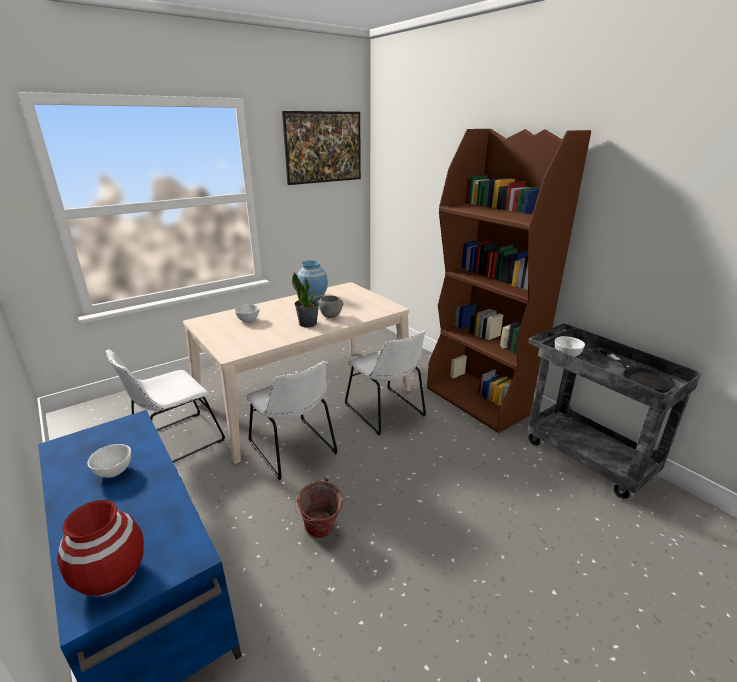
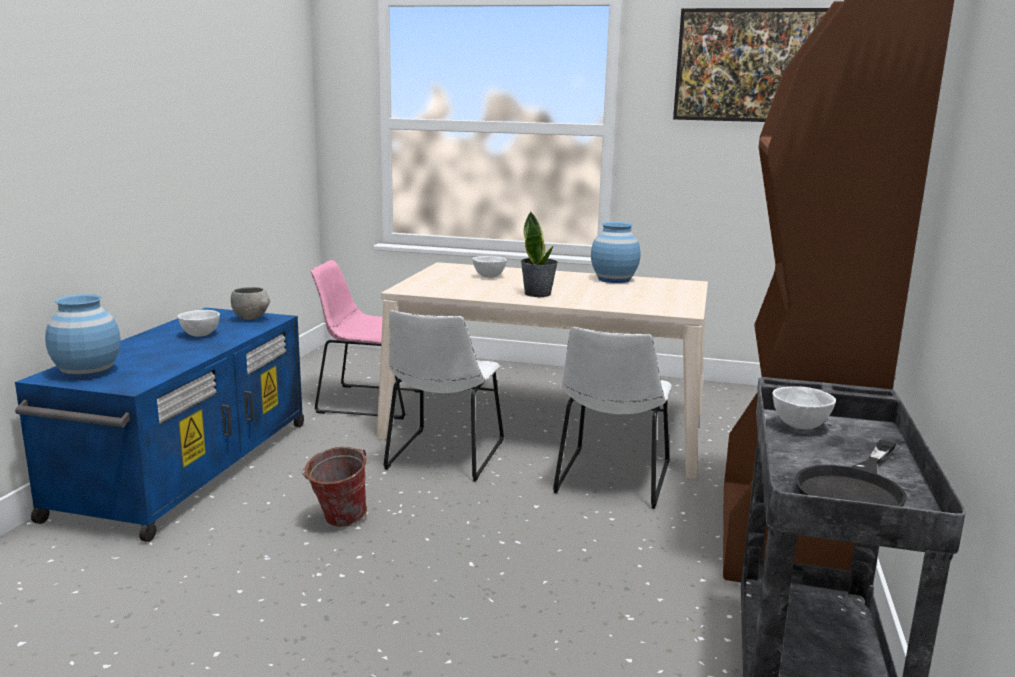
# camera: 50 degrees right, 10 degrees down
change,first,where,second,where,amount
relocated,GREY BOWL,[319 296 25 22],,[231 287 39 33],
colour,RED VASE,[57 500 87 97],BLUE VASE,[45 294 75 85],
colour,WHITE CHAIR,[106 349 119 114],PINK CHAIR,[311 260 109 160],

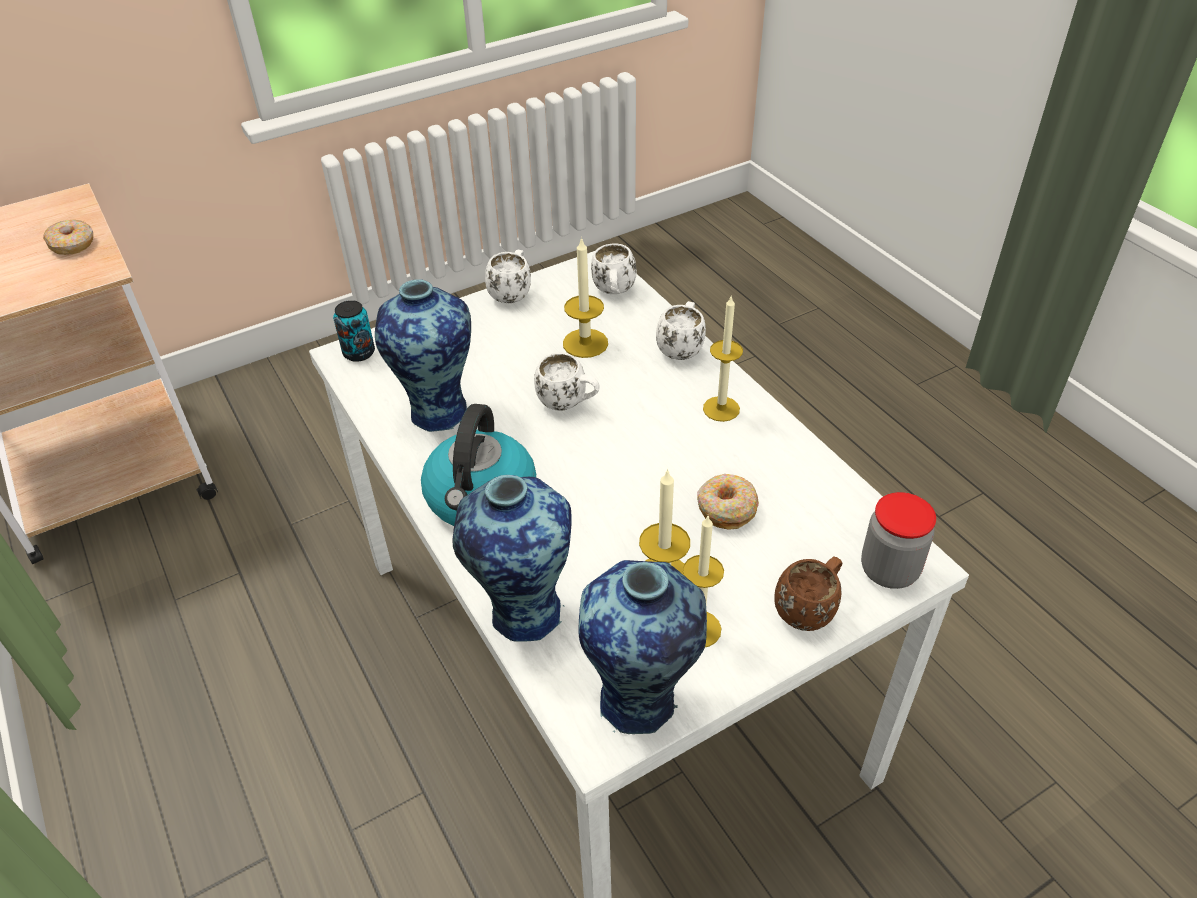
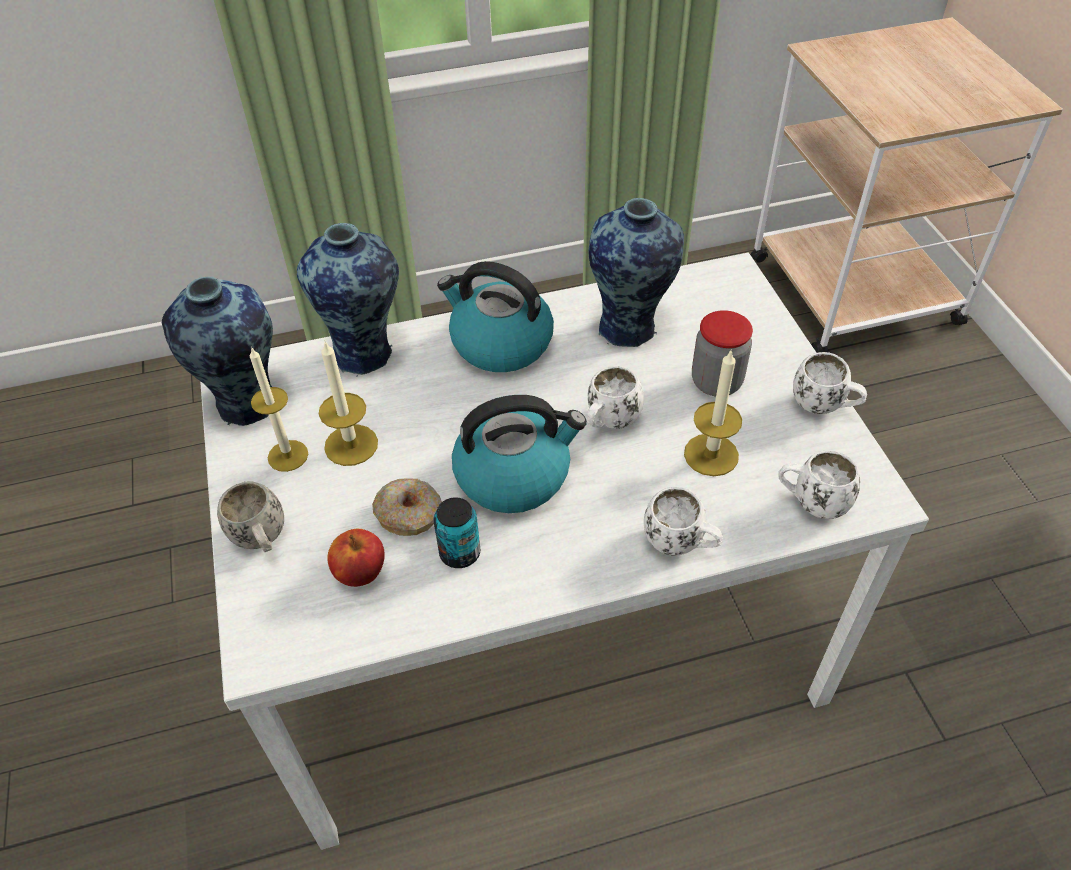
# camera: 105 degrees right, 5 degrees up
change,first,where,second,where,amount
missing,DONUT,[43 220 50 35],,,
missing,CANDLE,[703 295 40 127],,,
appeared,,,APPLE,[327 529 58 58],
appeared,,,KETTLE,[452 395 135 118],
relocated,CAN,[333 300 42 62],,[434 497 46 71],
relocated,JAR,[861 492 75 97],,[692 310 61 86],
colour,BROWN MUG,[774 556 68 75],WHITE MUG,[217 481 67 71],

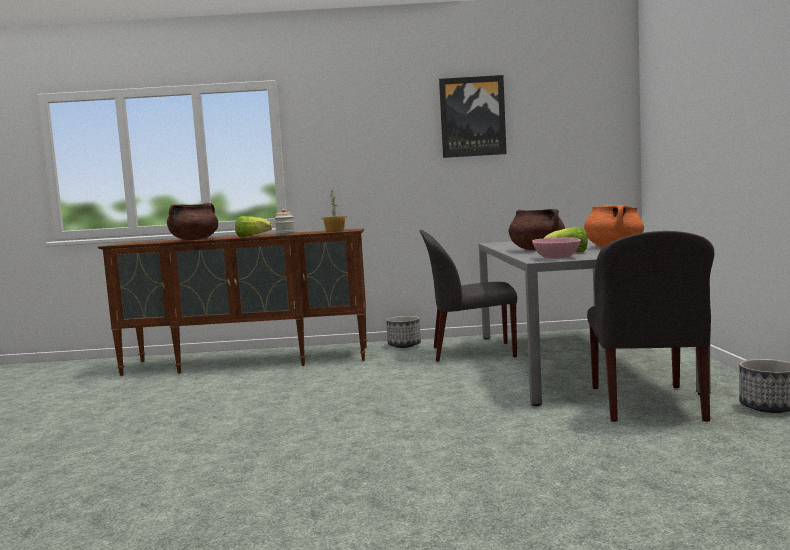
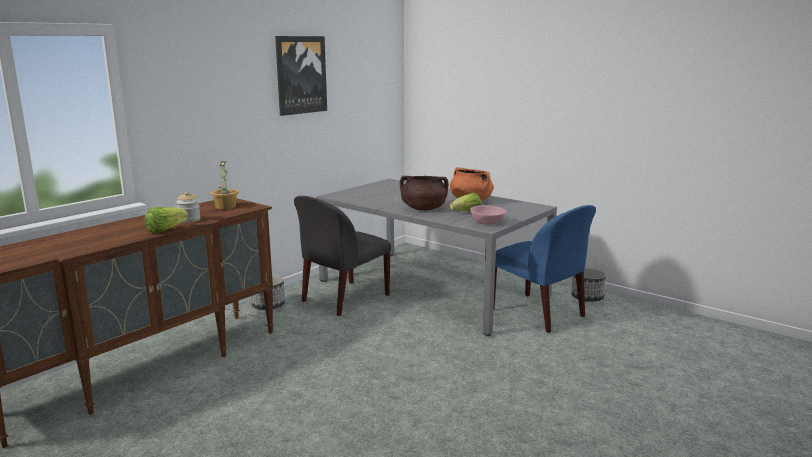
# camera: 50 degrees left, 10 degrees up
change,first,where,second,where,amount
missing,BROWN COOKING POT,[167 203 51 37],,,
colour,GREY CHAIR,[587 231 127 191],BLUE CHAIR,[494 205 102 128],

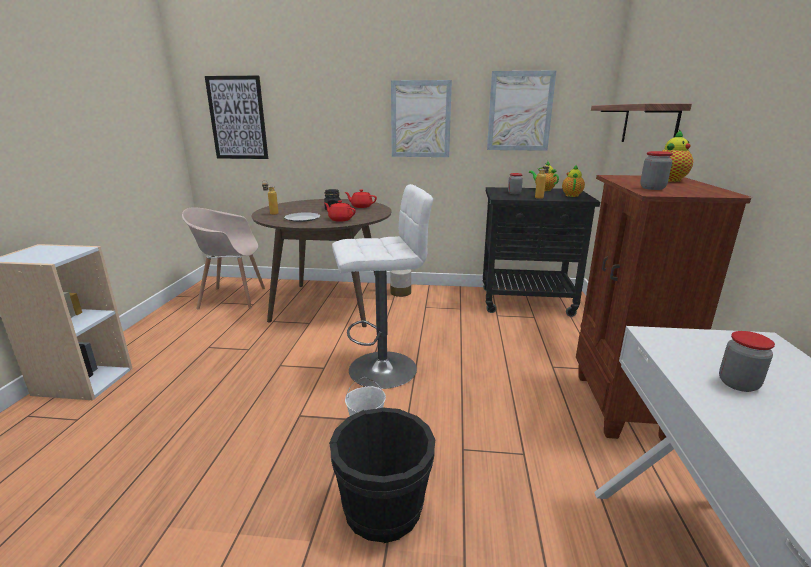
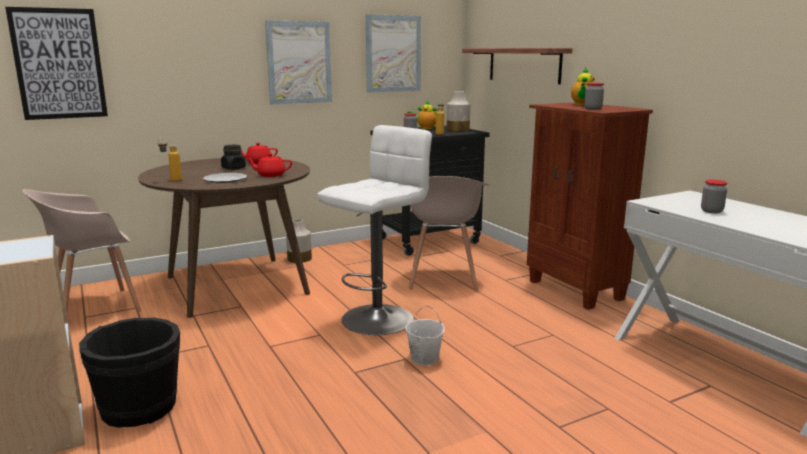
# camera: 35 degrees left, 5 degrees down
change,first,where,second,where,amount
appeared,,,BEIGE CHAIR,[409 176 80 115],
relocated,BLACK BUCKET,[329 407 106 136],,[79 318 101 110],
exchanged,TEAPOT,[562 164 23 33],BEIGE VASE,[447 91 23 41],

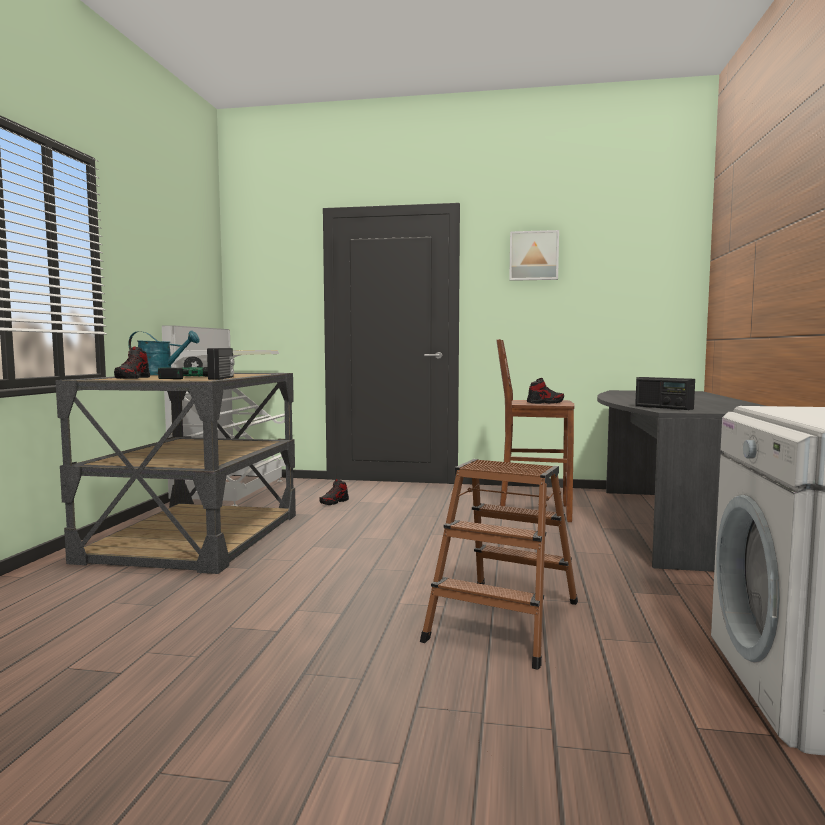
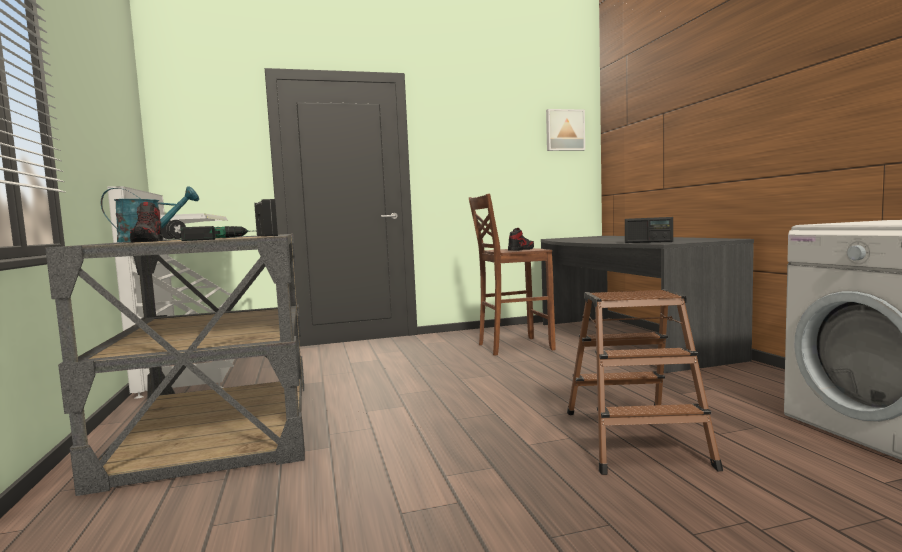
# camera: 25 degrees left, 0 degrees up
change,first,where,second,where,amount
missing,SHOE,[319 479 30 26],,,
relocated,PICTURE,[509 230 50 51],,[546 109 39 42],

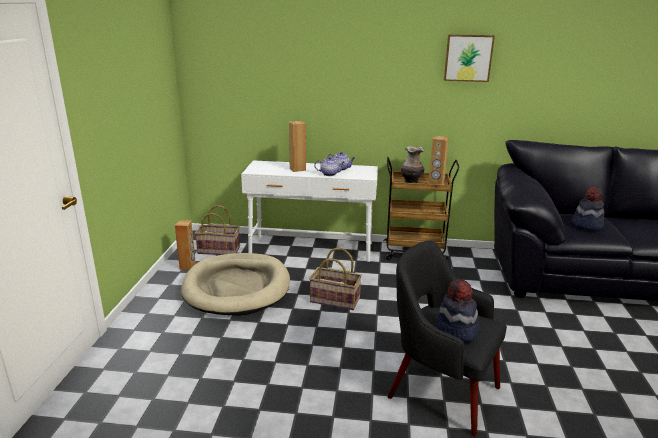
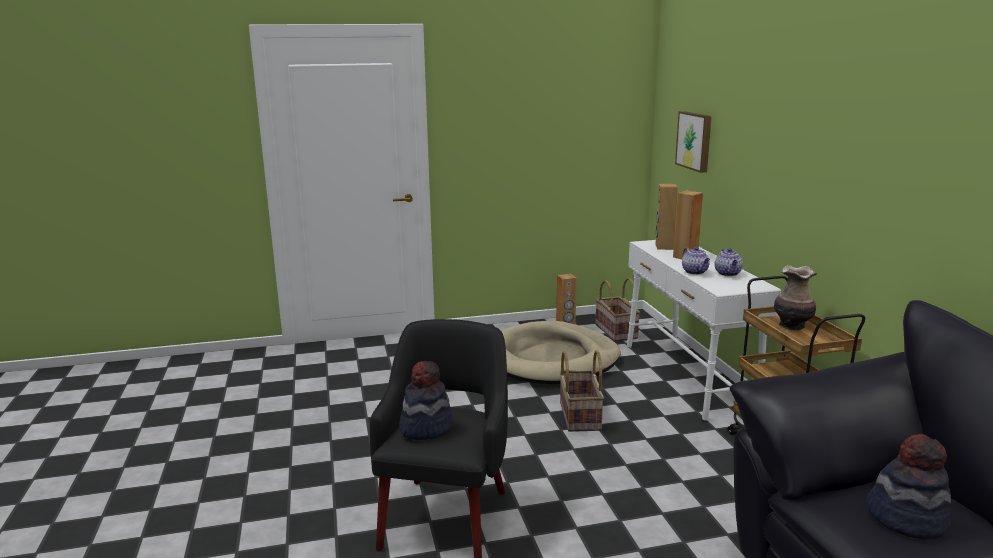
# camera: 70 degrees right, 5 degrees down
change,first,where,second,where,amount
relocated,BROWN SPEAKER,[428 136 21 49],,[655 184 23 66],
relocated,PICTURE,[444 34 51 48],,[675 111 37 62],

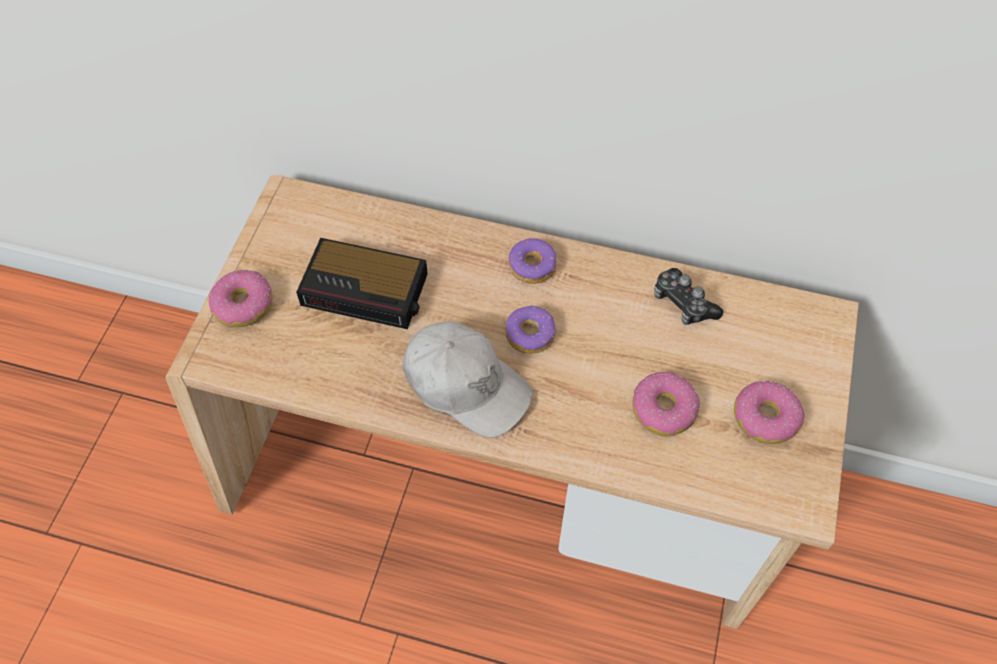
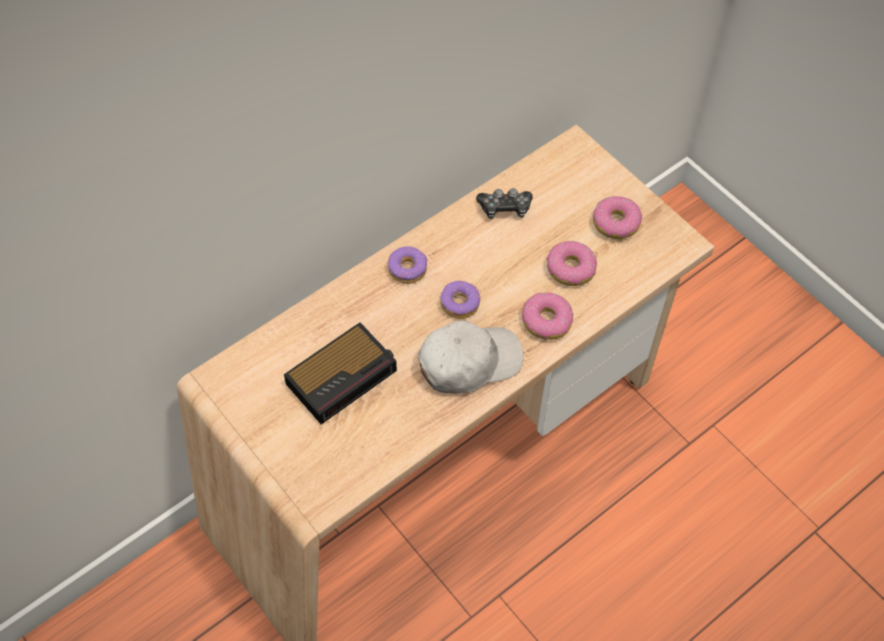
# camera: 55 degrees left, 0 degrees up
change,first,where,second,where,amount
relocated,DONUT,[209 270 64 57],,[522 292 52 48],

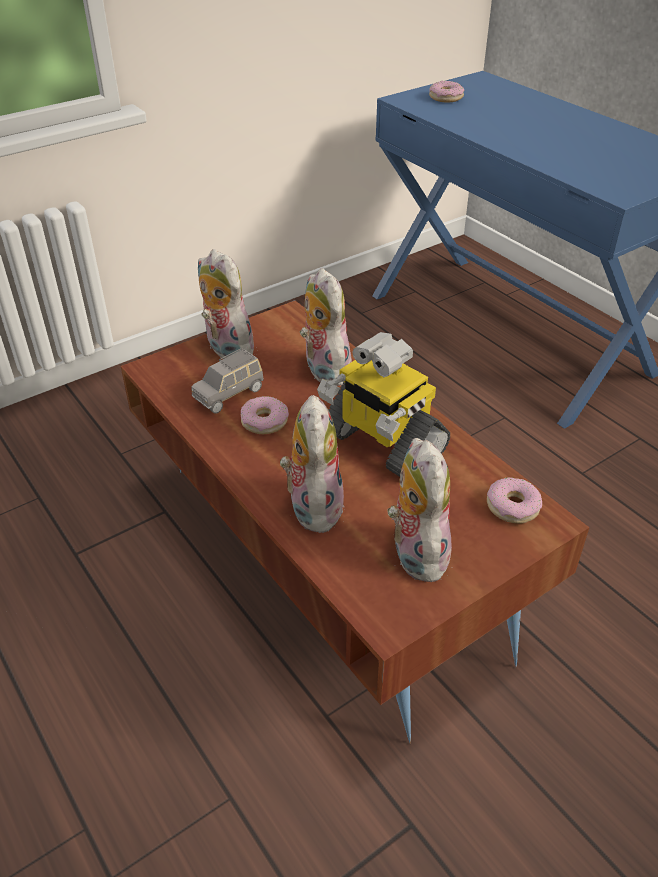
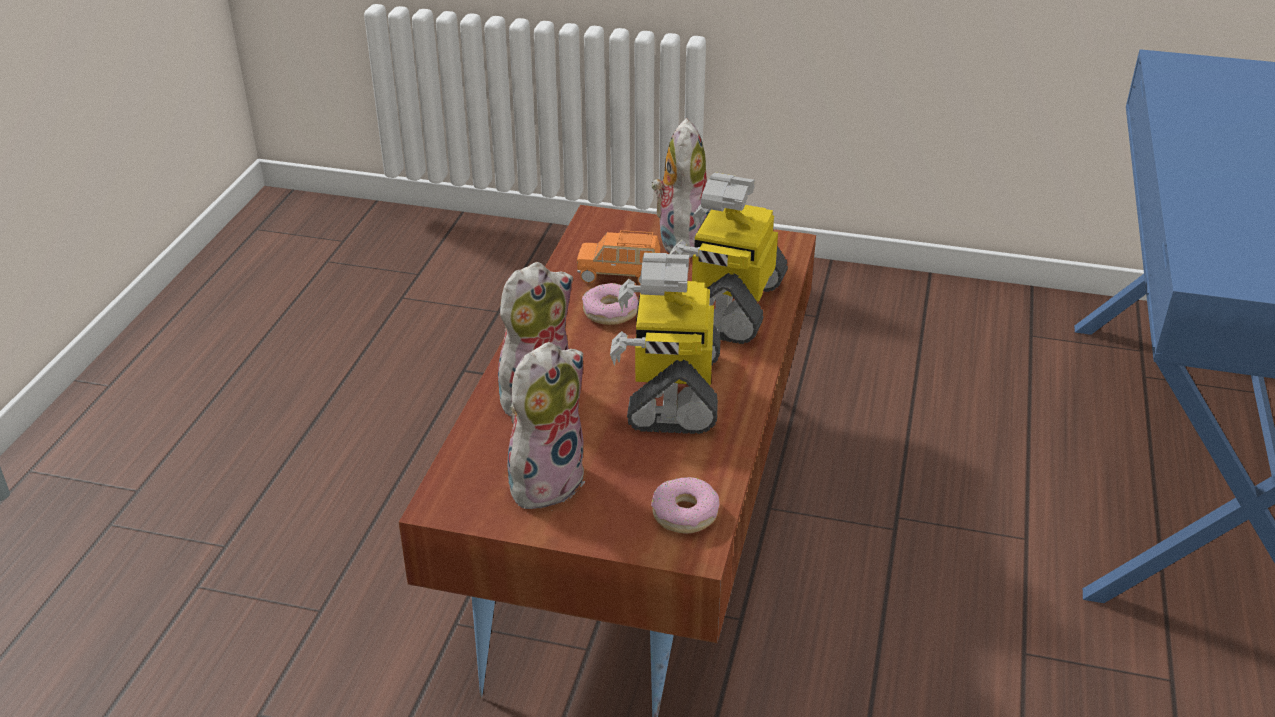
# camera: 50 degrees right, 5 degrees down
change,first,where,second,where,amount
missing,DONUT,[429 81 36 22],,,
exchanged,PLUSH TOY,[300 268 52 118],TOY ROBOT,[669 173 119 171],
colour,GREY TOY CAR,[192 348 72 66],ORANGE TOY CAR,[577 230 83 55],

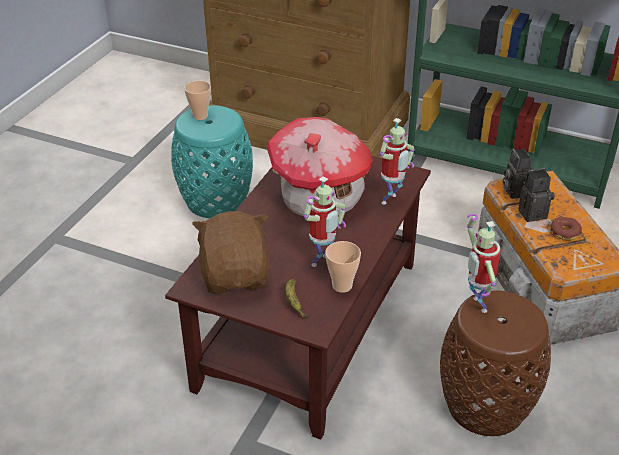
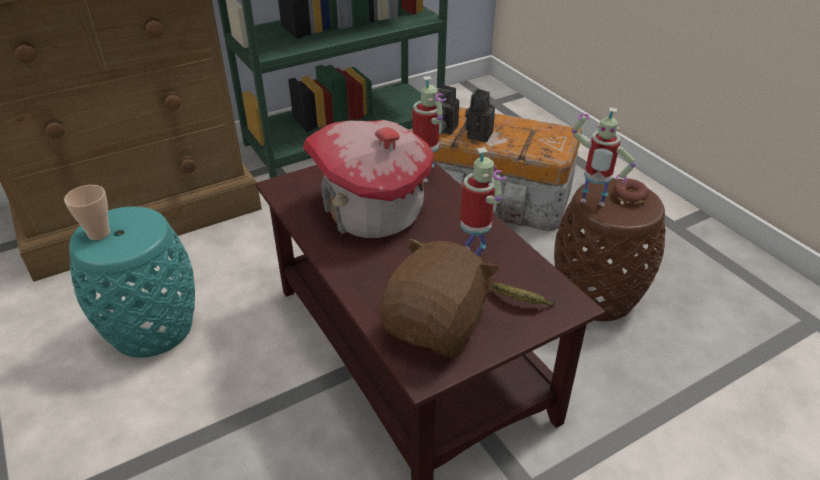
# camera: 55 degrees left, 0 degrees up
change,first,where,second,where,amount
missing,CUP,[325 241 36 52],,,
relocated,DONUT,[551 217 31 23],,[614 179 35 26],
spun,BROWN PLUSH TOY,[192 211 78 83],,[380 238 120 119],90 degrees clockwise

